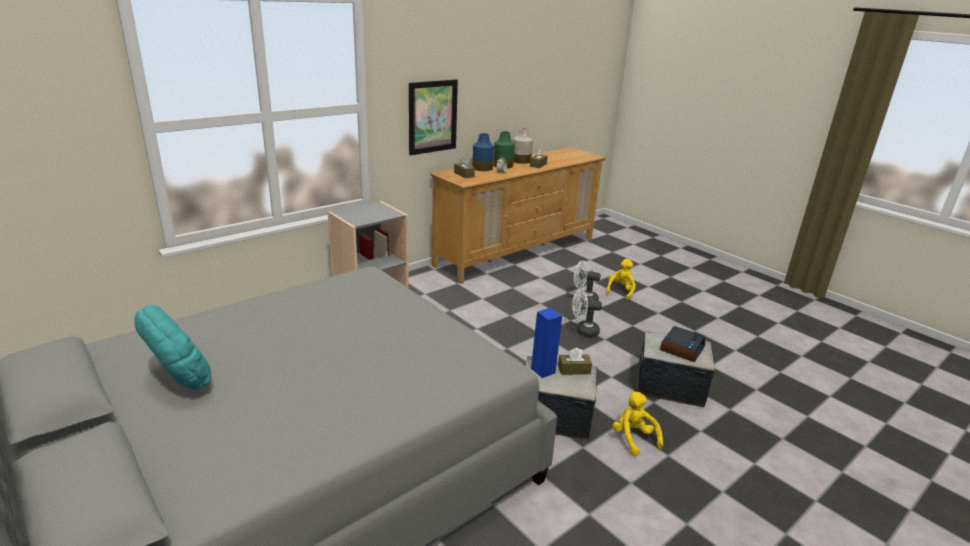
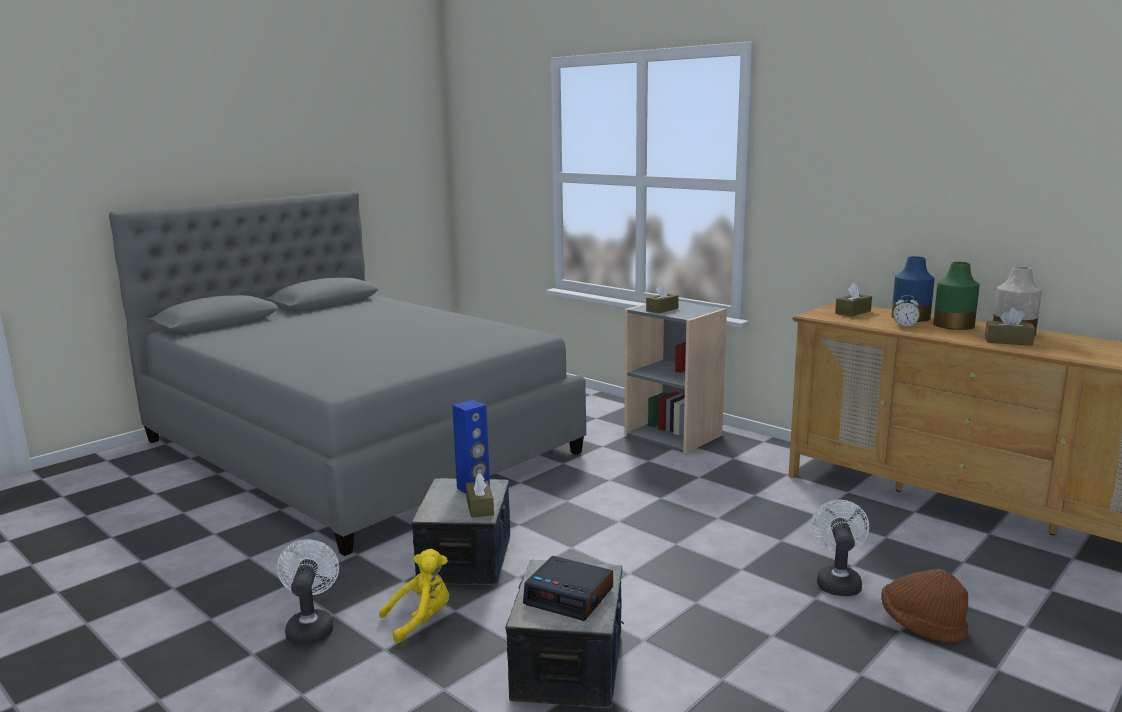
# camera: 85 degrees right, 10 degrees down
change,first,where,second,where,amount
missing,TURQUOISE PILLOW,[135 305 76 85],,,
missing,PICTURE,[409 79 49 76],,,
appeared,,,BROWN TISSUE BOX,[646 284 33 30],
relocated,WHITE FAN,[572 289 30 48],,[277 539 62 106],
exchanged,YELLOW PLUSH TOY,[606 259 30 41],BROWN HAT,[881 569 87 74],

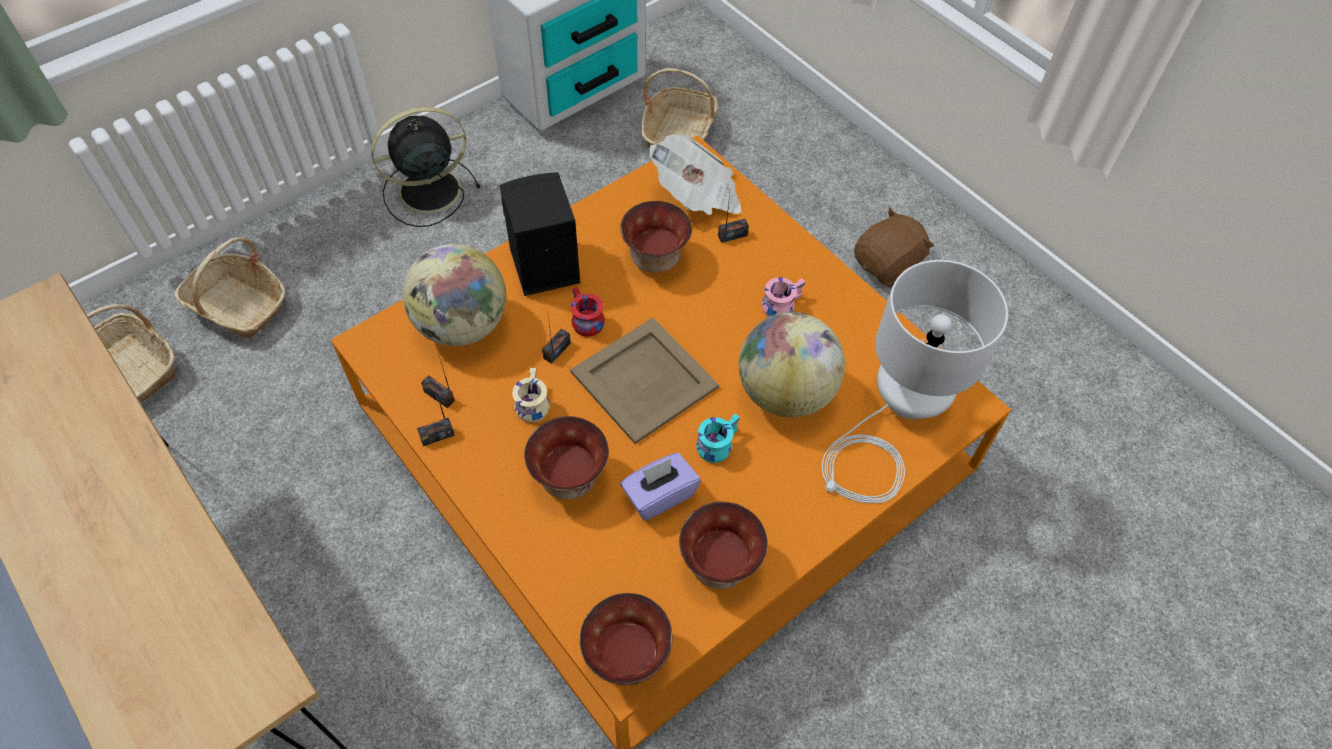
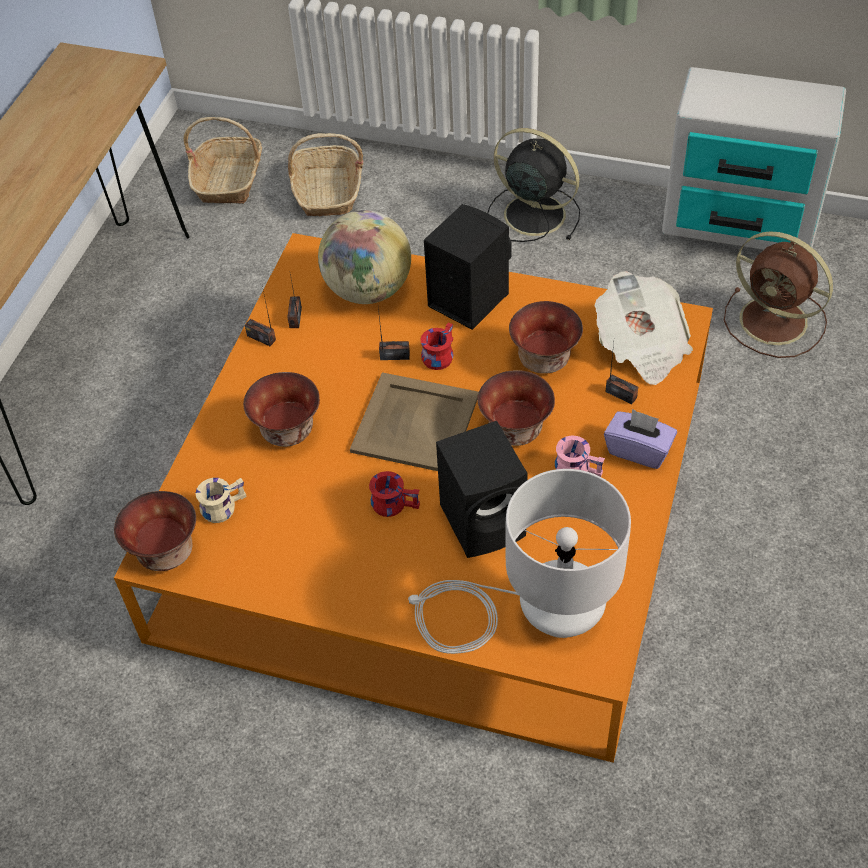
# camera: 60 degrees right, 5 degrees down
change,first,where,second,where,amount
missing,BROWN PLUSH TOY,[854 208 80 79],,,
relocated,BEIGE MUG,[512 368 38 54],,[196 478 51 45],
relocated,PURPLE TISSUE BOX,[620 453 81 68],,[604 409 73 60],
relocated,BOWL,[679 501 89 88],,[477 370 78 76],
exchanged,BASKET,[641 68 77 81],BROWN FAN,[724 231 109 127],
exchanged,GLOBE,[739 312 106 106],BLACK SPEAKER,[436 421 92 137],
colour,TURQUOISE MUG,[696 413 44 50],RED MUG,[369 471 51 46],

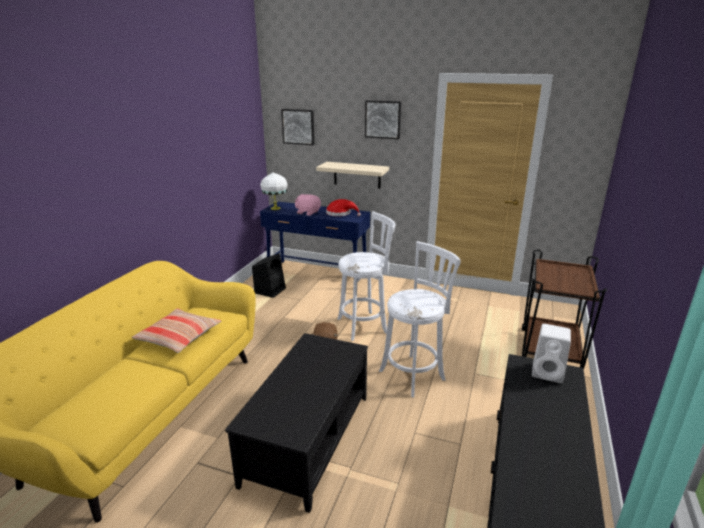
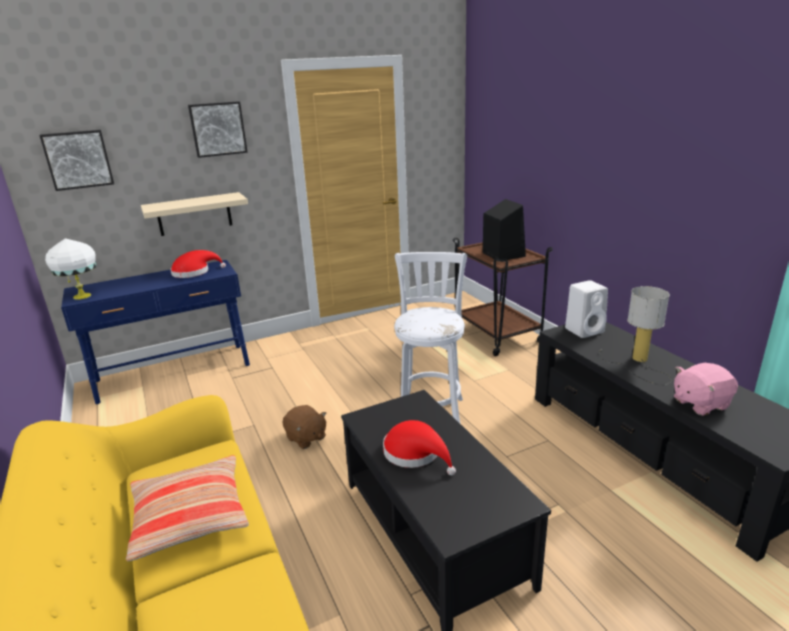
# camera: 45 degrees left, 0 degrees up
change,first,where,second,where,amount
missing,WHITE STOOL,[337 211 59 130],,,
appeared,,,RED HAT,[383 420 73 55],
appeared,,,TABLE LAMP,[599 286 72 99],
relocated,BLACK SPEAKER,[252 253 34 45],,[483 199 43 63],
relocated,PINK PLUSH TOY,[295 194 26 22],,[674 363 64 53],

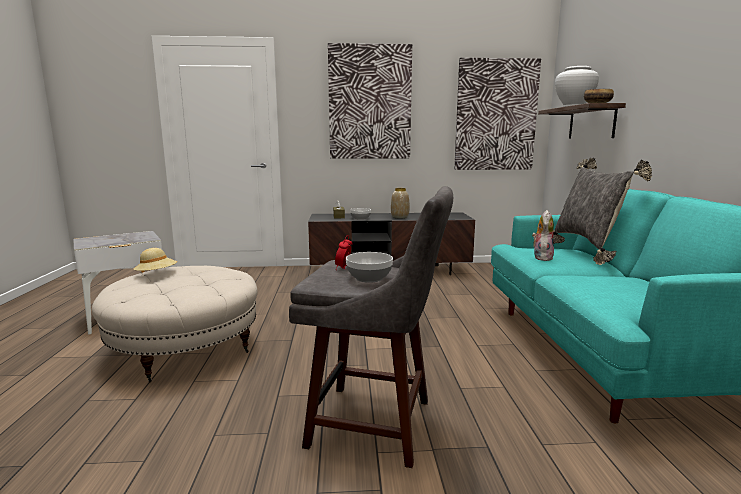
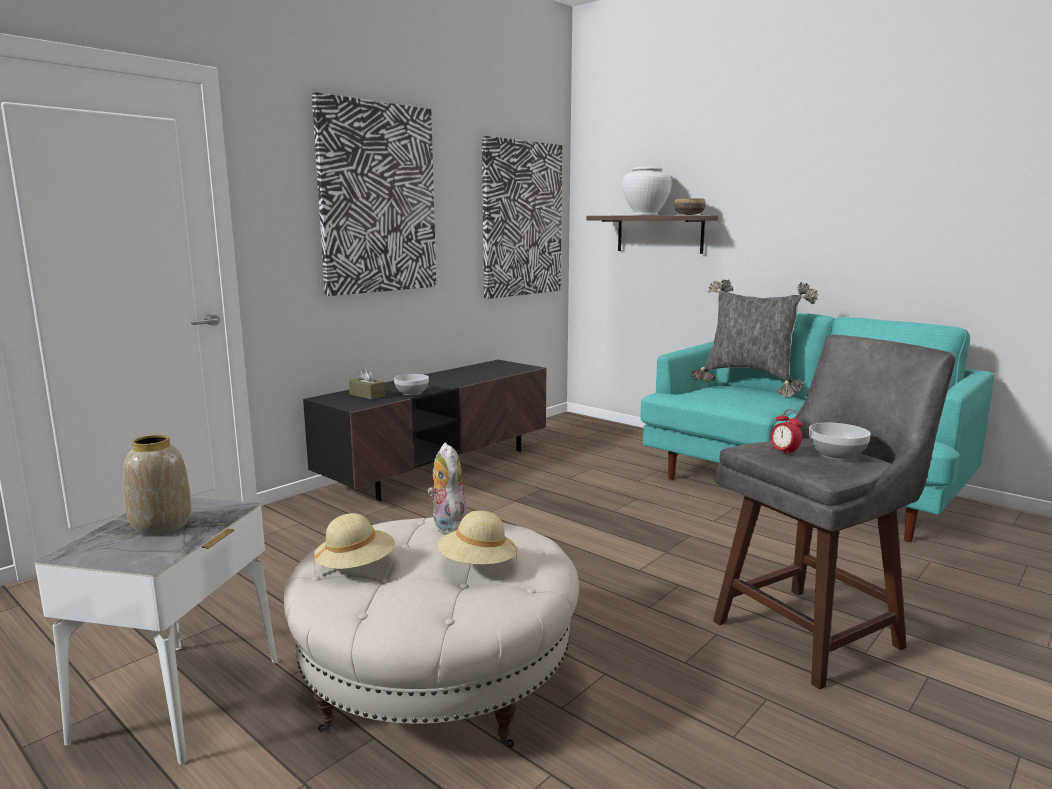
# camera: 45 degrees left, 0 degrees up
change,first,where,second,where,amount
appeared,,,BEIGE HAT,[437 511 80 54],
relocated,VASE,[391 188 18 31],,[123 435 68 101],
relocated,PLUSH TOY,[532 210 22 51],,[427 443 41 92],

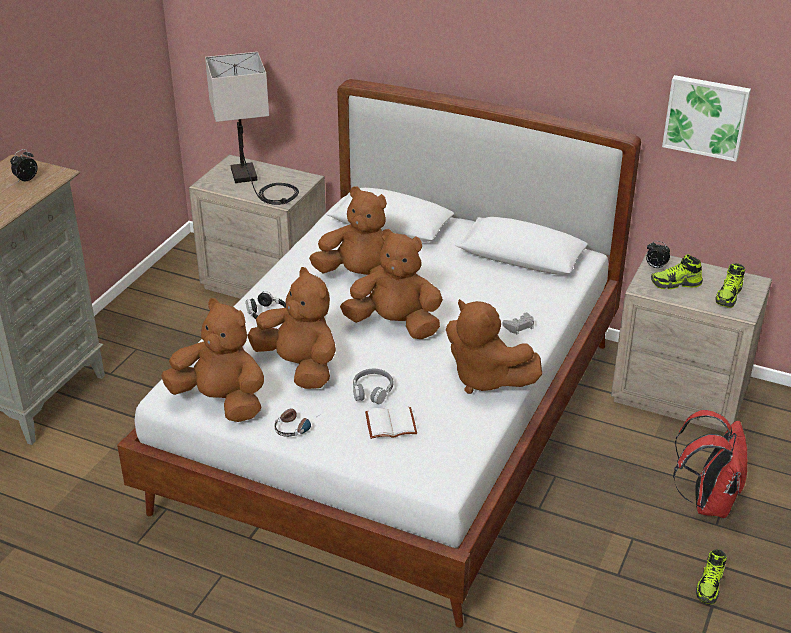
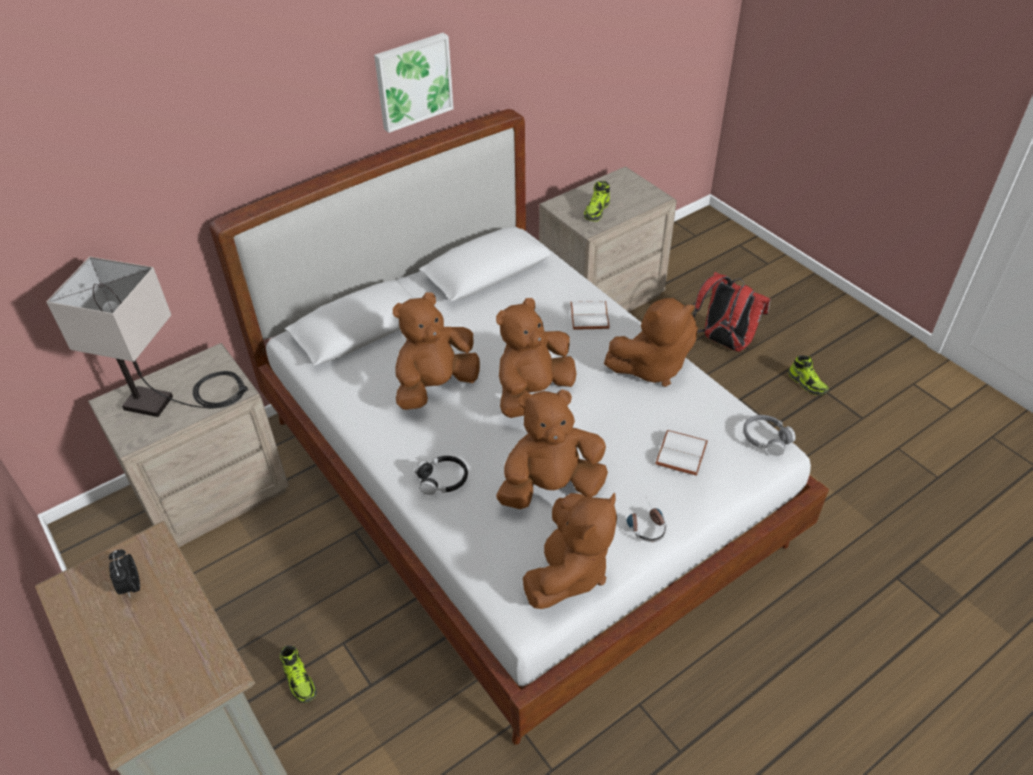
# camera: 60 degrees left, 10 degrees up
change,first,where,second,where,amount
missing,ALARM CLOCK,[646 241 24 29],,,
relocated,GREY HEADPHONES,[353 369 40 35],,[743 415 53 41],
relocated,PICTURE,[662 75 89 87],,[374 33 80 100],
relocated,SHOE,[715 264 30 44],,[280 646 37 57],
exchanged,GREY GAME CONTROLLER,[502 313 32 22],WHITE BOOK,[570 301 40 28],
spun,BROWN PLUSH TOY,[161 298 103 124],,[523 493 94 116],150 degrees clockwise

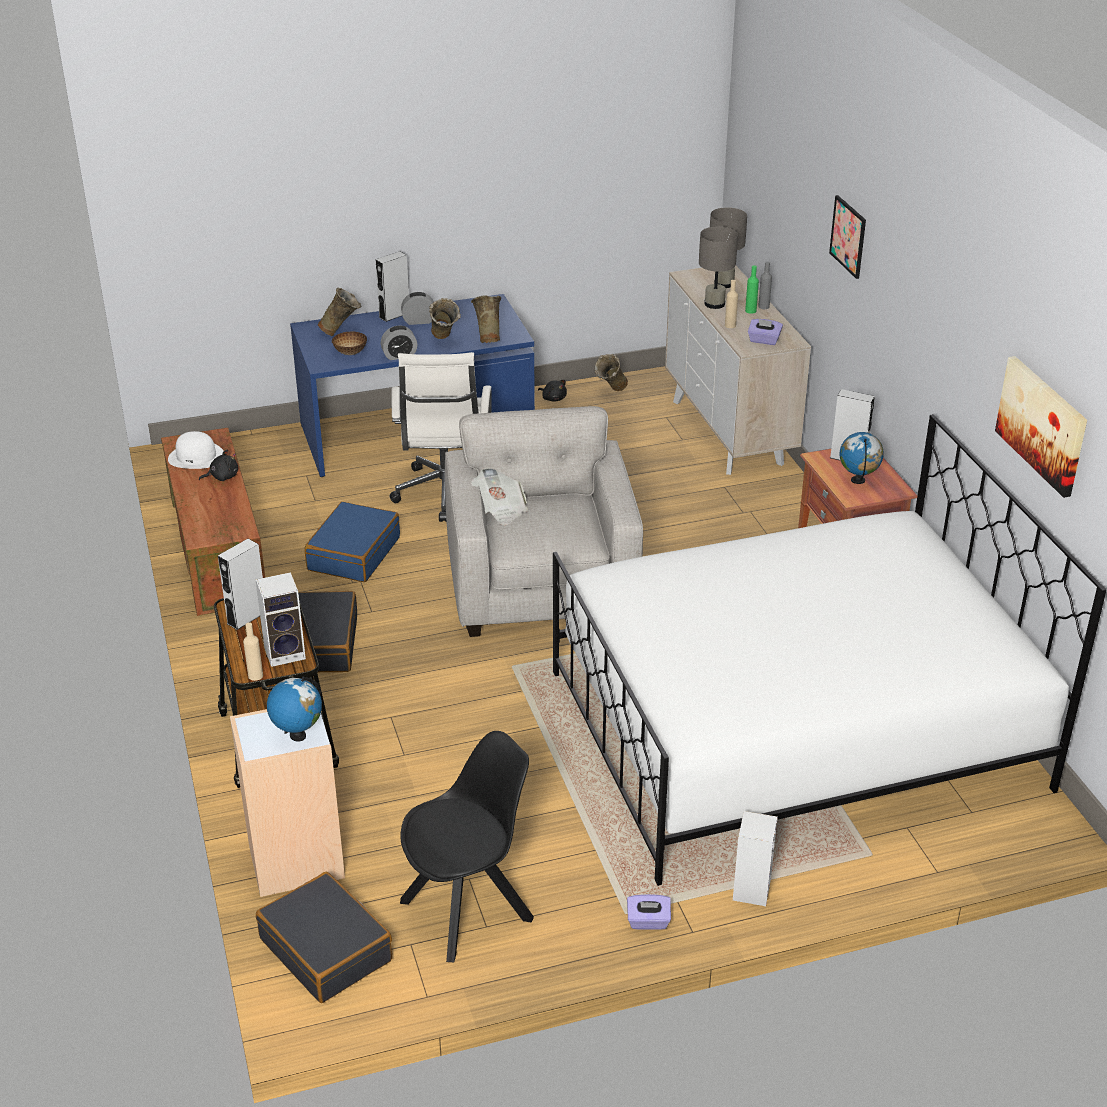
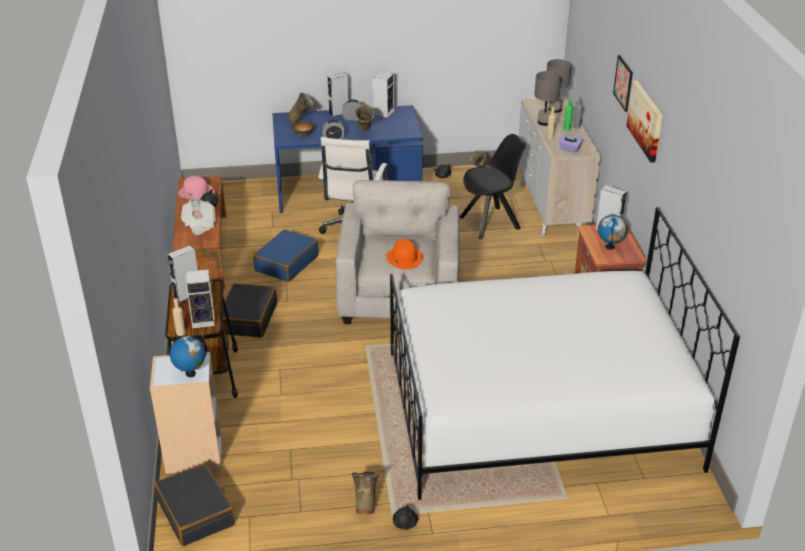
# camera: 10 degrees right, 0 degrees up
change,first,where,second,where,amount
appeared,,,ORANGE HAT,[386 239 37 30],
relocated,BLACK CHAIR,[400 731 134 231],,[459 134 67 105],
relocated,BEIGE VASE,[471 295 30 48],,[352 472 27 42],
relocated,NEWSPAPER,[471 467 57 59],,[181 198 34 37],
relocated,SPEAKER,[733 811 45 95],,[373 71 22 47],
relocated,PICTURE,[995 356 92 142],,[627 81 36 82],
exchanged,PURPLE TISSUE BOX,[627 894 44 36],BLACK PLUSH TOY,[393 505 25 25],
colour,WHITE HAT,[168 431 56 38],PINK HAT,[178 176 36 23],

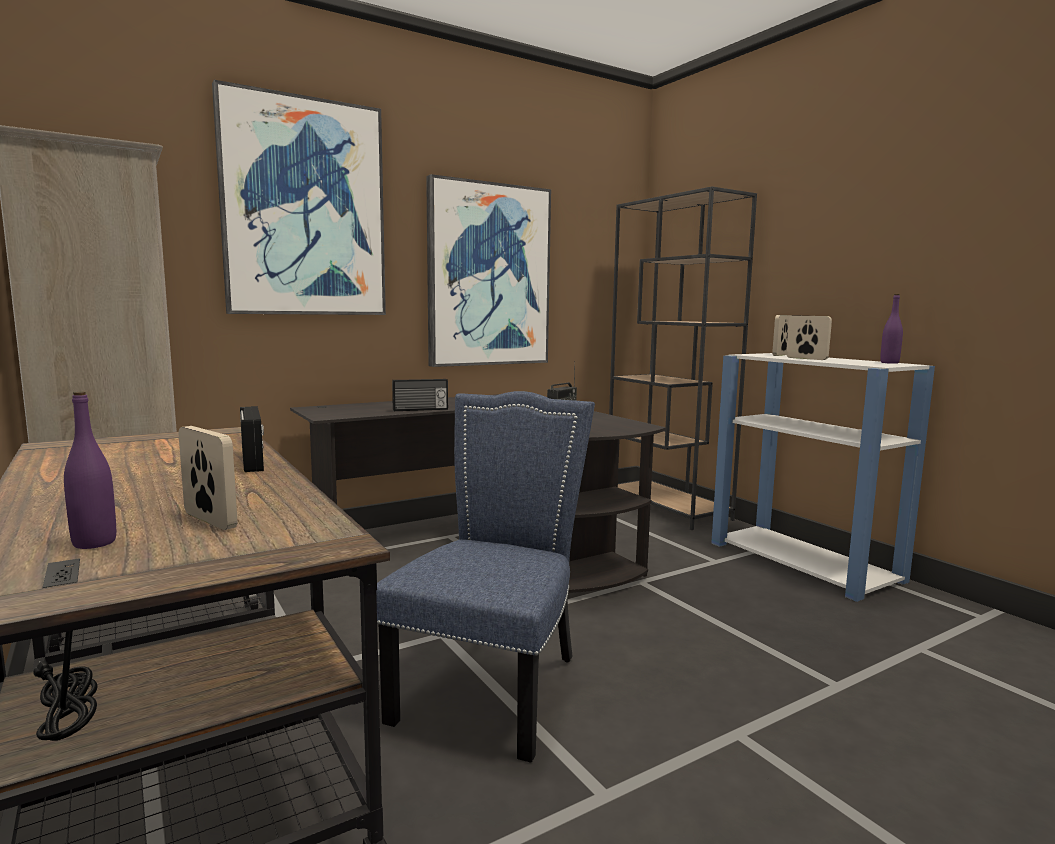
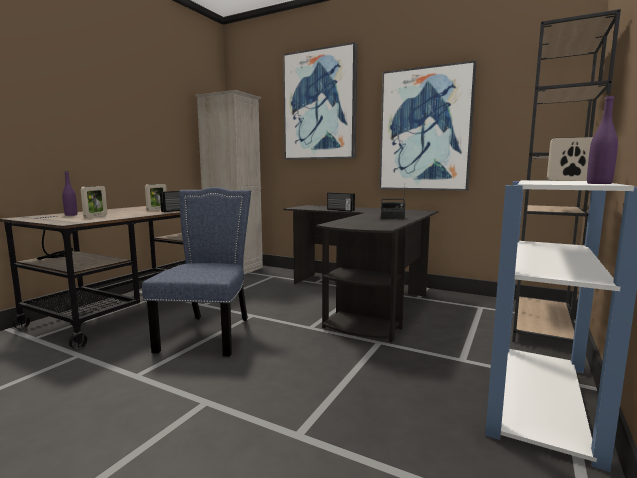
# camera: 60 degrees right, 0 degrees up
change,first,where,second,where,amount
relocated,PICTURE FRAME,[786 315 46 45],,[145 184 22 27],
spun,BLUE CHAIR,[376 391 219 372],,[142 187 109 170],75 degrees counterclockwise

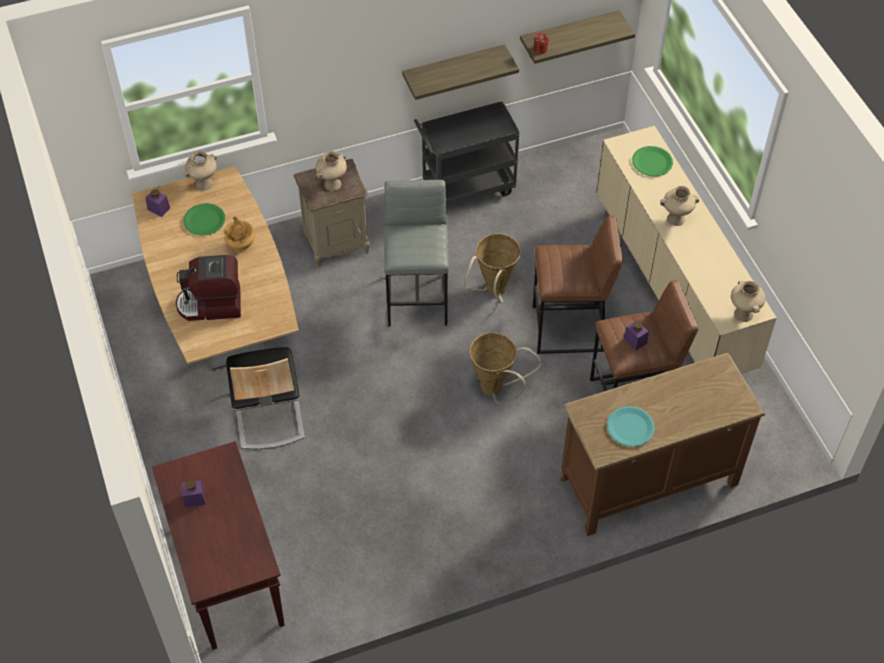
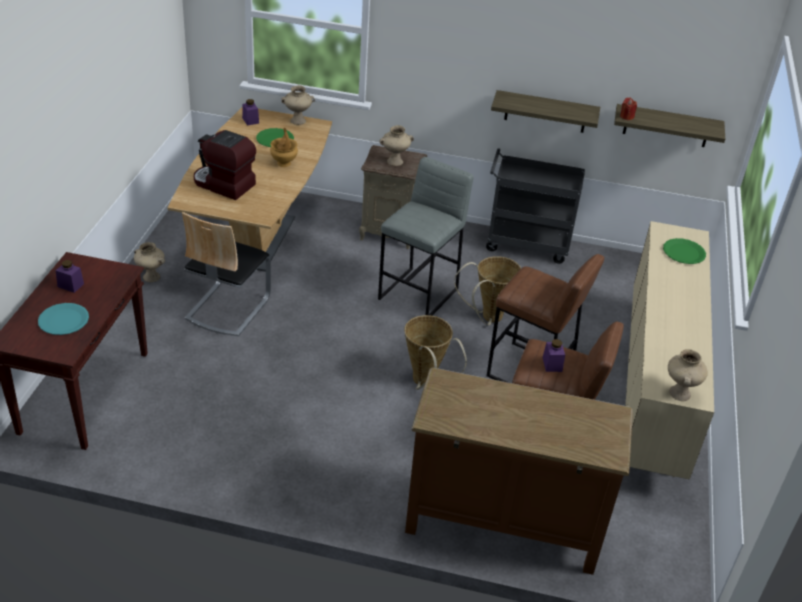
# camera: 30 degrees right, 15 degrees down
change,first,where,second,where,amount
relocated,TURQUOISE PLATE,[607 406 47 41],,[38 303 51 32],
relocated,BEIGE VASE,[660 186 39 40],,[134 242 31 40],

